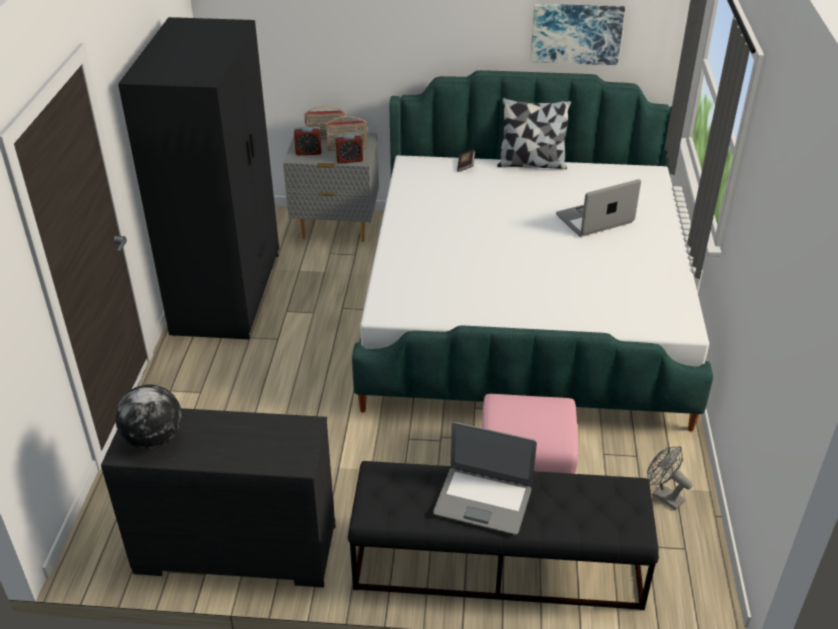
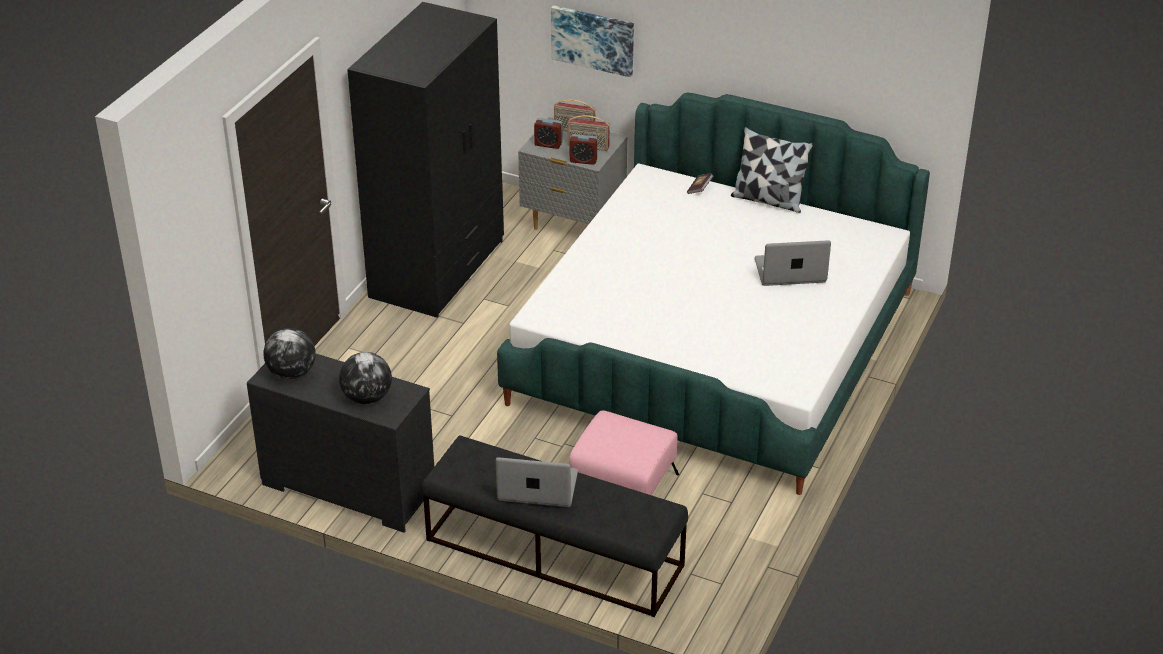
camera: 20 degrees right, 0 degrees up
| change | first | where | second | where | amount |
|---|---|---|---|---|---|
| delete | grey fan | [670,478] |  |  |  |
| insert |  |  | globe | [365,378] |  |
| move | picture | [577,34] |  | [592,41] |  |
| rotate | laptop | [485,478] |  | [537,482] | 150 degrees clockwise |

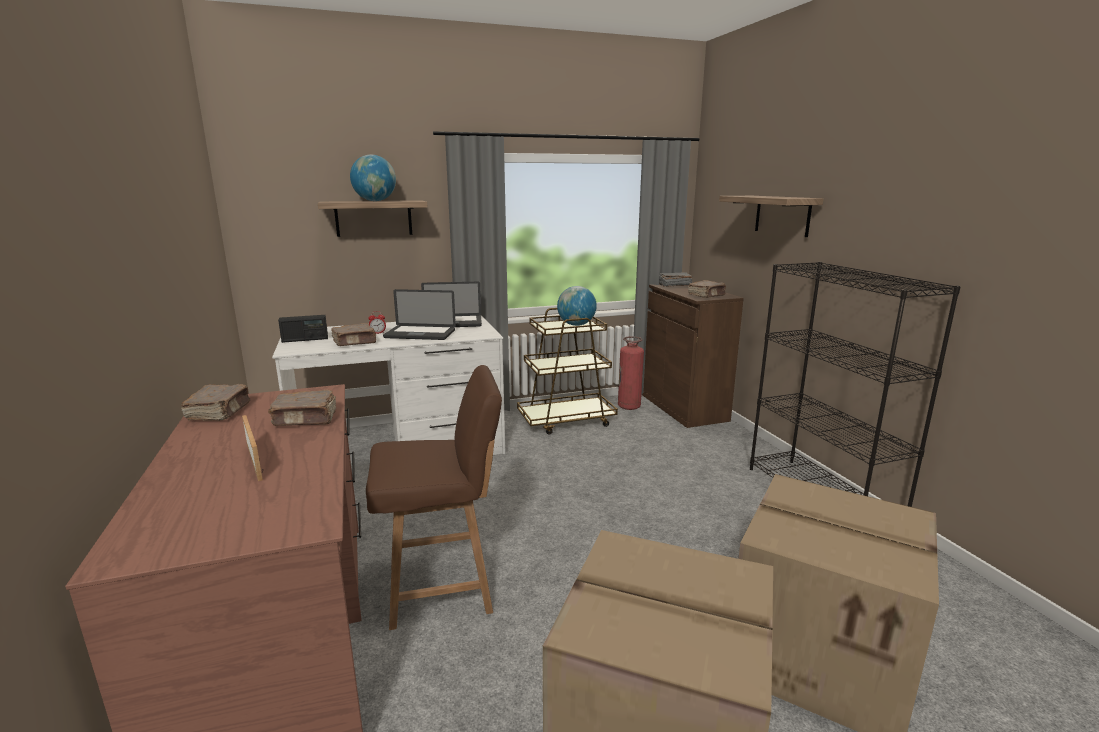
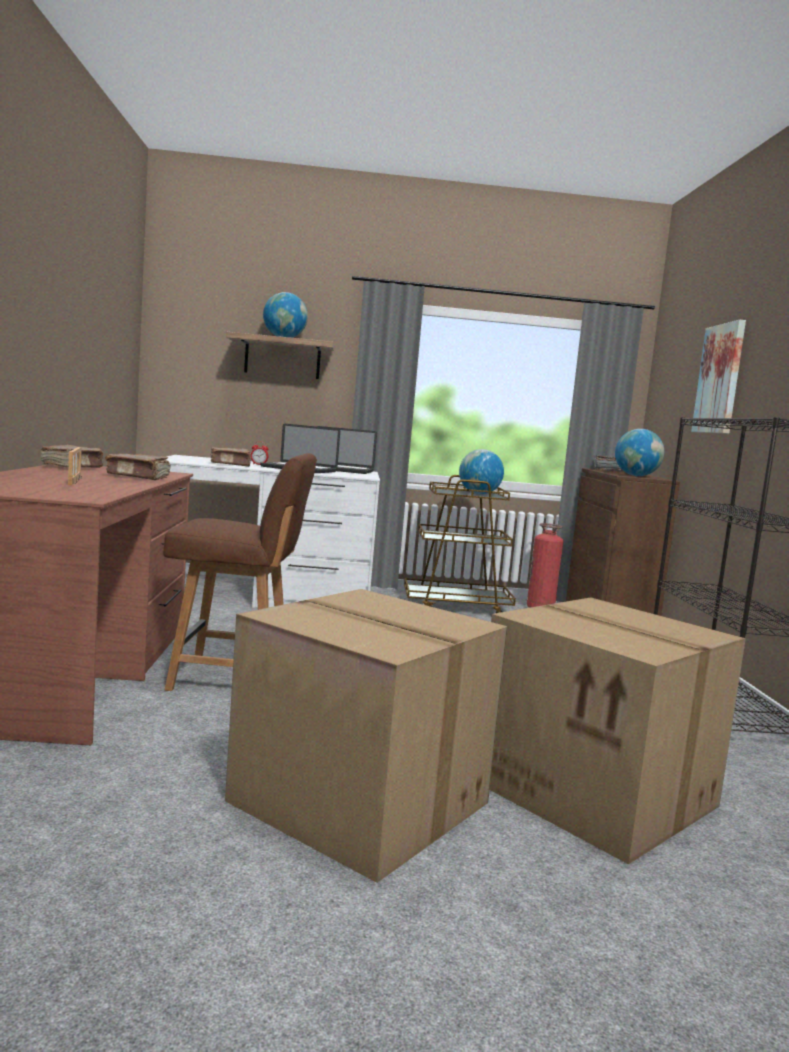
camera: 15 degrees right, 10 degrees down
| change | first | where | second | where | amount |
|---|---|---|---|---|---|
| delete | radio | [303,329] |  |  |  |
| replace | brown book | [707,289] | globe | [639,452] |  |
| replace | shelf | [771,216] | picture | [718,377] |  |

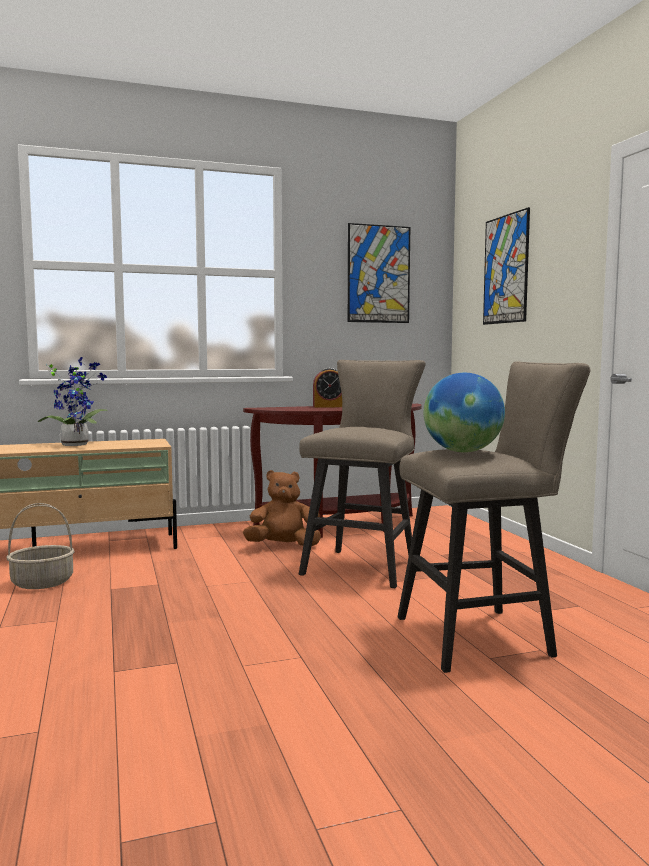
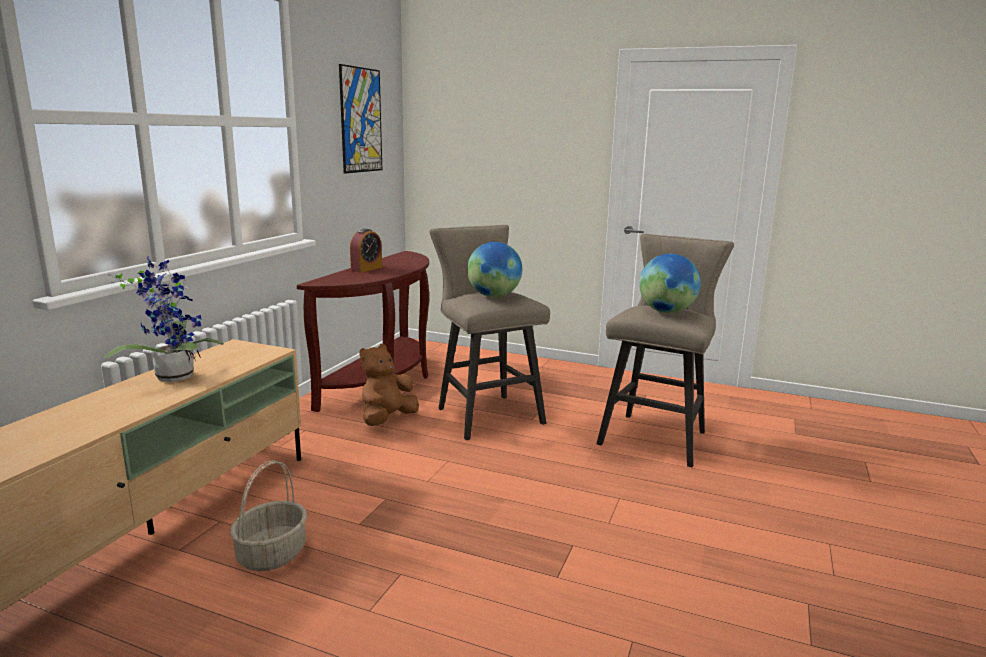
camera: 50 degrees left, 10 degrees up
| change | first | where | second | where | amount |
|---|---|---|---|---|---|
| delete | picture | [506,266] |  |  |  |
| insert |  |  | globe | [494,269] |  |

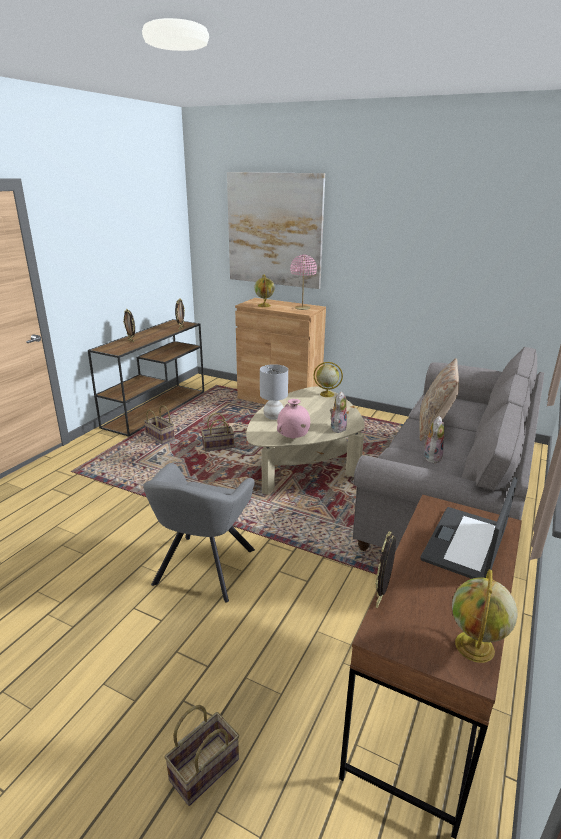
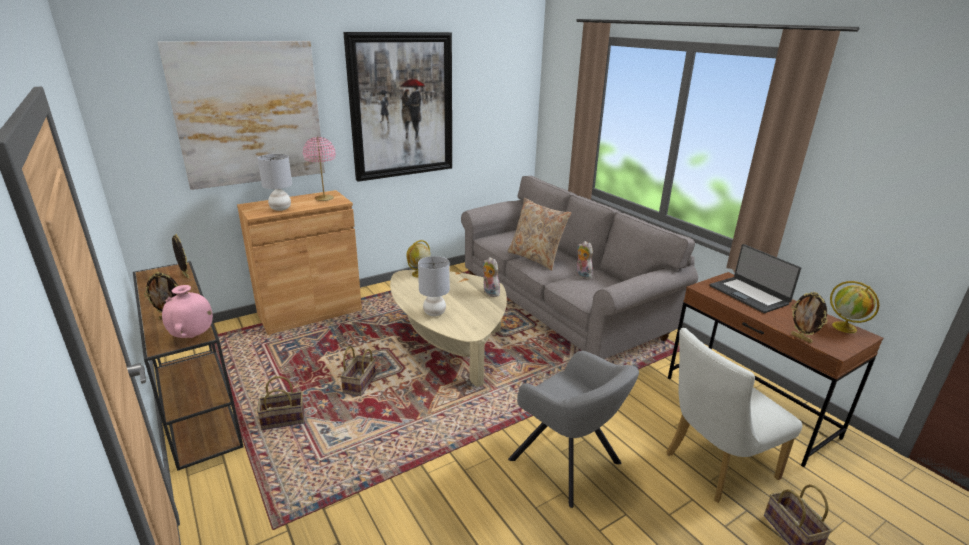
camera: 60 degrees left, 0 degrees up
| change | first | where | second | where | amount |
|---|---|---|---|---|---|
| insert |  |  | picture | [397,107] |  |
| insert |  |  | white chair | [734,415] |  |
| move | pink vase | [293,419] |  | [187,311] |  |
| replace | globe | [264,290] | grey table lamp | [275,182] |  |

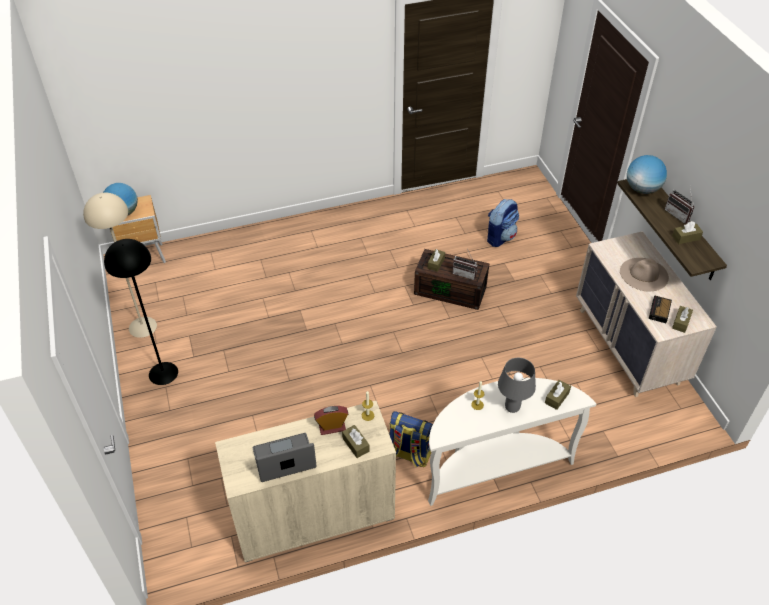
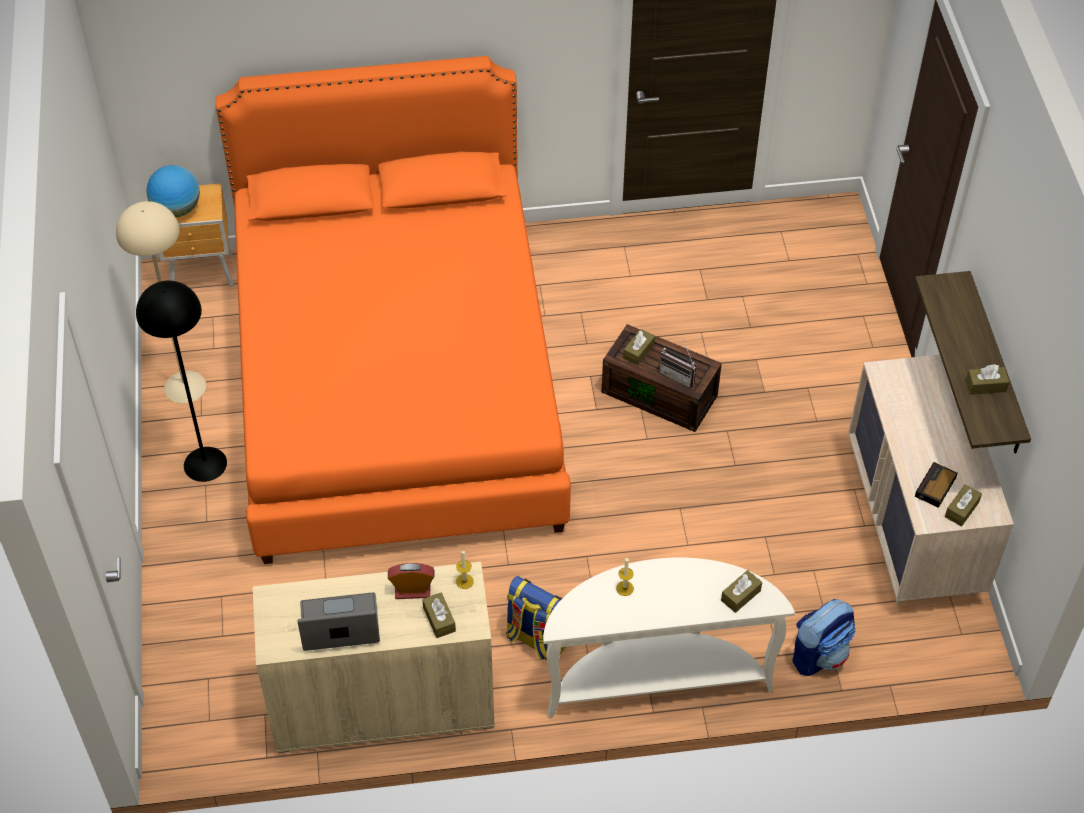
camera: 10 degrees right, 5 degrees up
| change | first | where | second | where | amount |
|---|---|---|---|---|---|
| delete | grey table lamp | [517,385] |  |  |  |
| delete | beige hat | [644,275] |  |  |  |
| delete | globe | [647,174] |  |  |  |
| delete | radio | [679,205] |  |  |  |
| insert |  |  | orange bed | [393,310] |  |
| move | backpack | [503,223] |  | [823,637] |  |

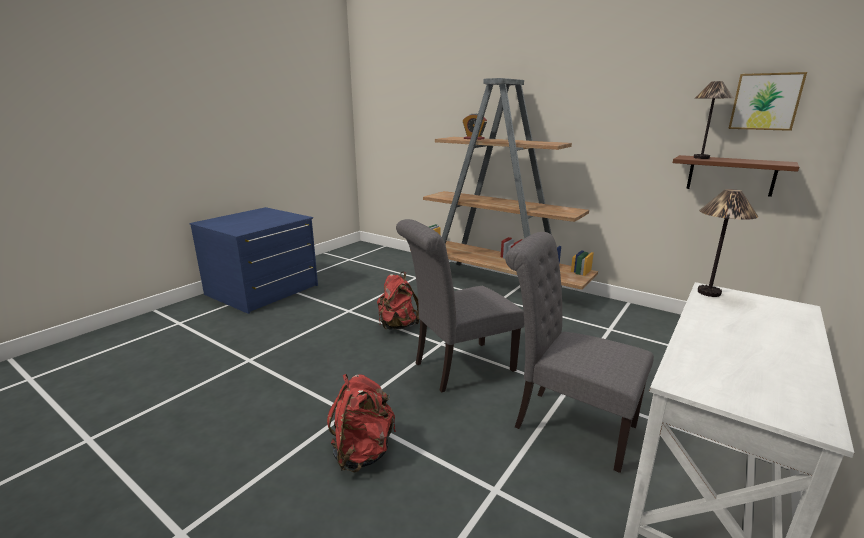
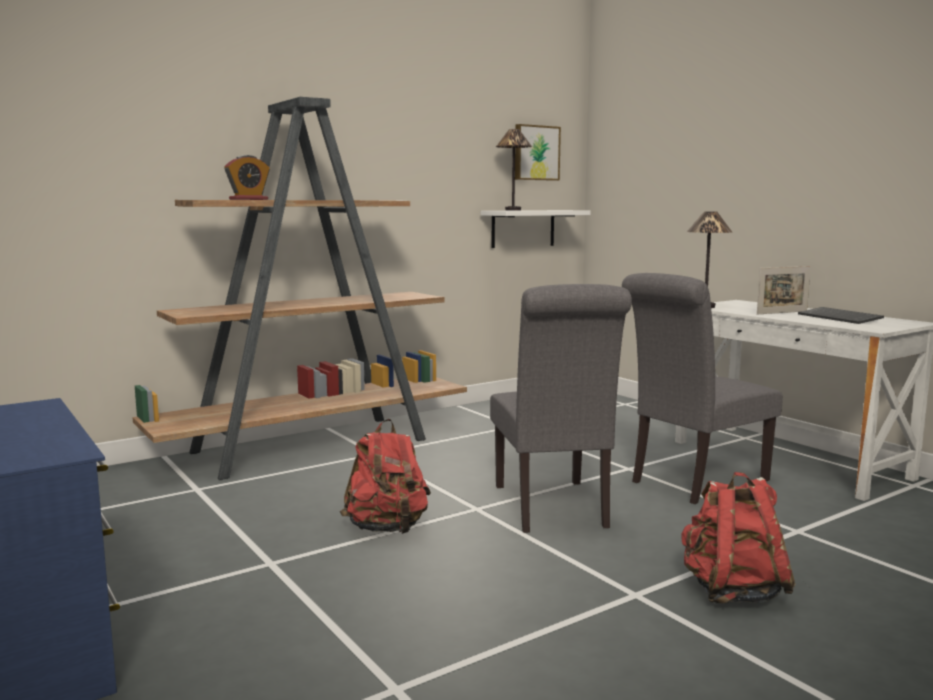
camera: 70 degrees left, 10 degrees down
| change | first | where | second | where | amount |
|---|---|---|---|---|---|
| insert |  |  | picture frame | [784,290] |  |
| insert |  |  | keyboard | [841,315] |  |
| recolor | brown shelf | [736,176] | white shelf | [536,229] |  |

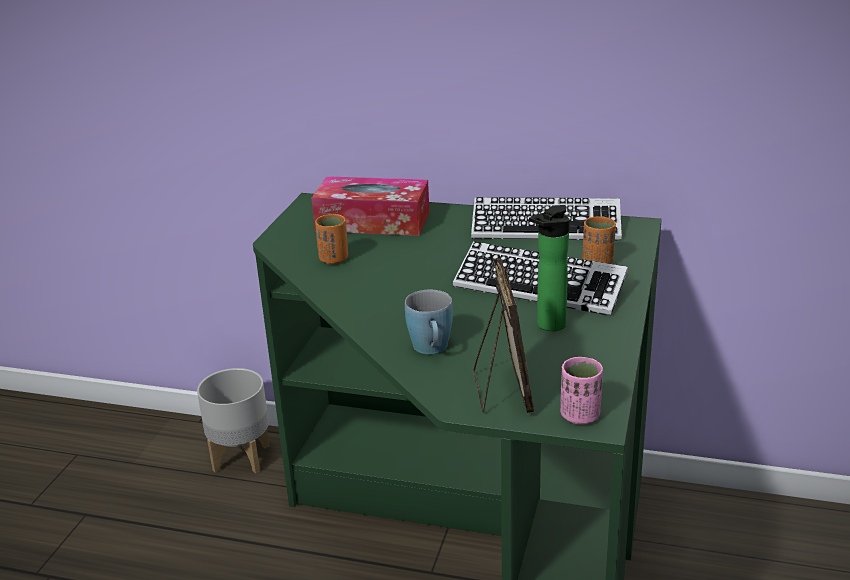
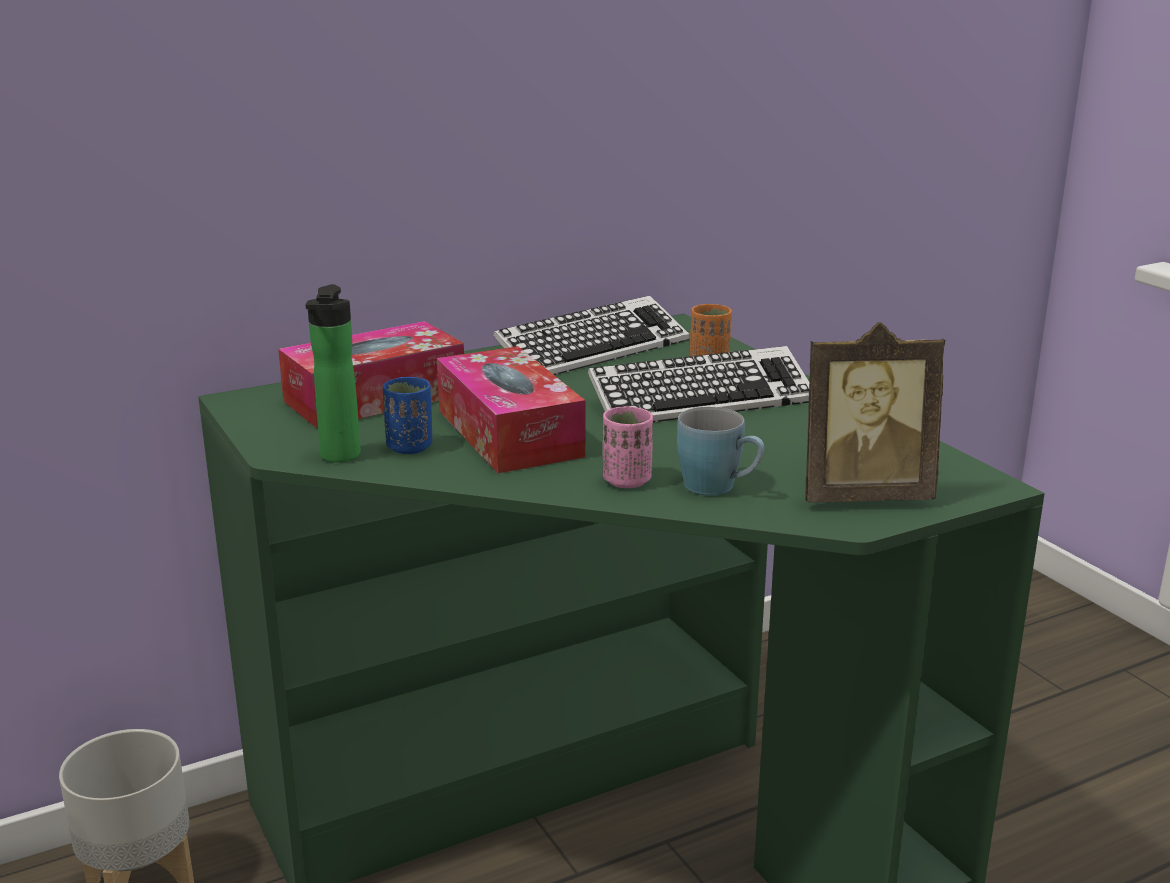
camera: 45 degrees left, 5 degrees down
| change | first | where | second | where | amount |
|---|---|---|---|---|---|
| insert |  |  | tissue box | [511,409] |  |
| move | bottle | [549,268] |  | [333,373] |  |
| move | pink cup | [581,390] |  | [628,447] |  |
| recolor | orange cup | [331,239] | blue cup | [407,415] |  |
| rotate | picture frame | [504,335] |  | [875,412] | 135 degrees clockwise |

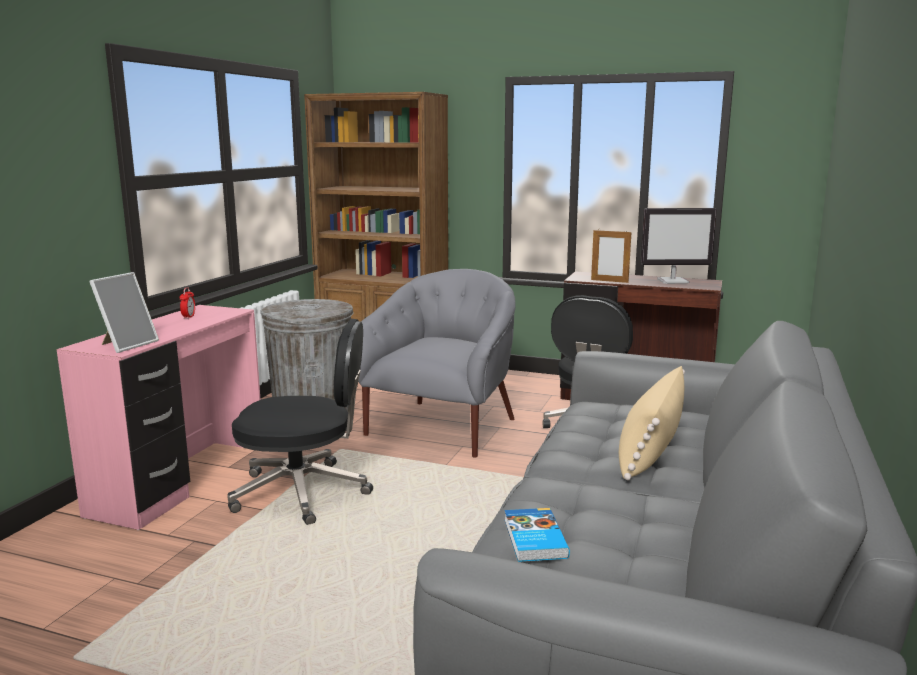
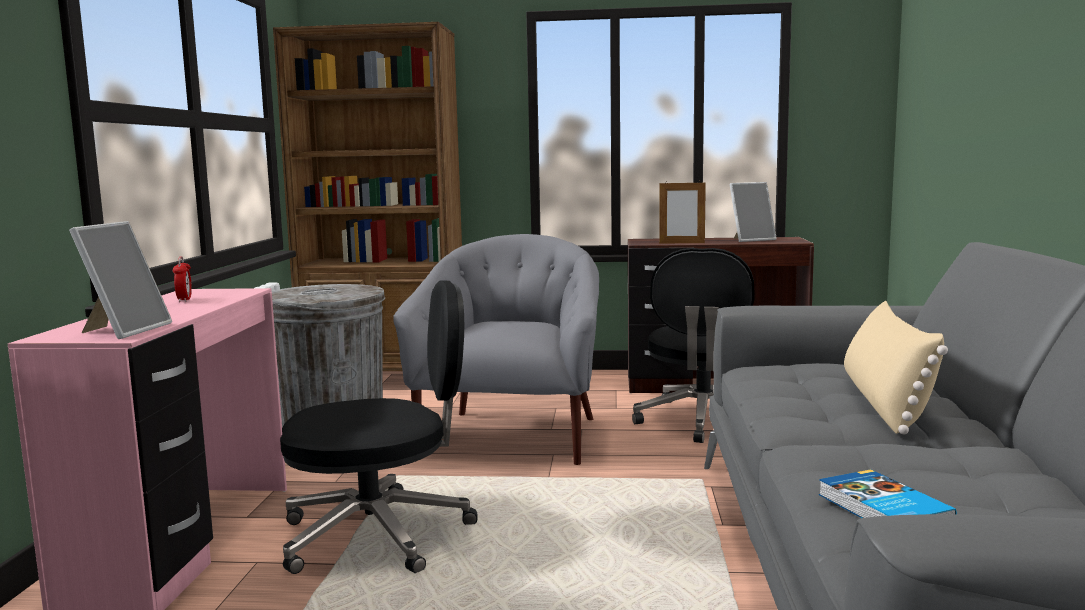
camera: 15 degrees left, 5 degrees down
| change | first | where | second | where | amount |
|---|---|---|---|---|---|
| replace | monitor | [679,246] | picture frame | [753,212] |  |

